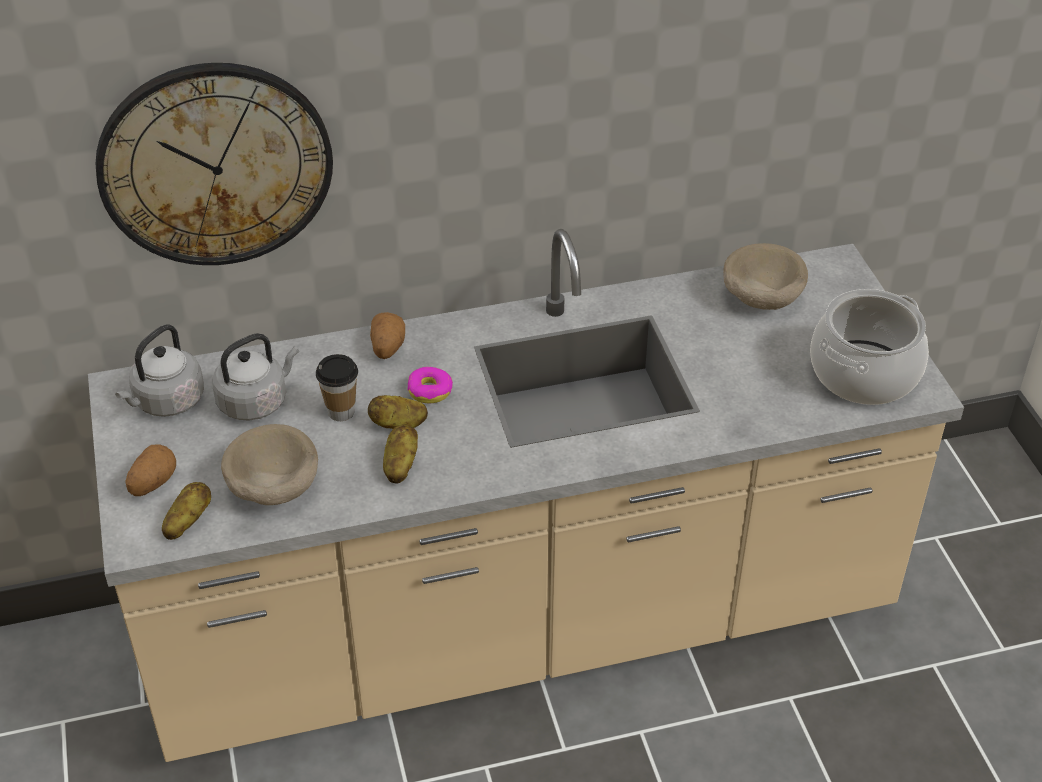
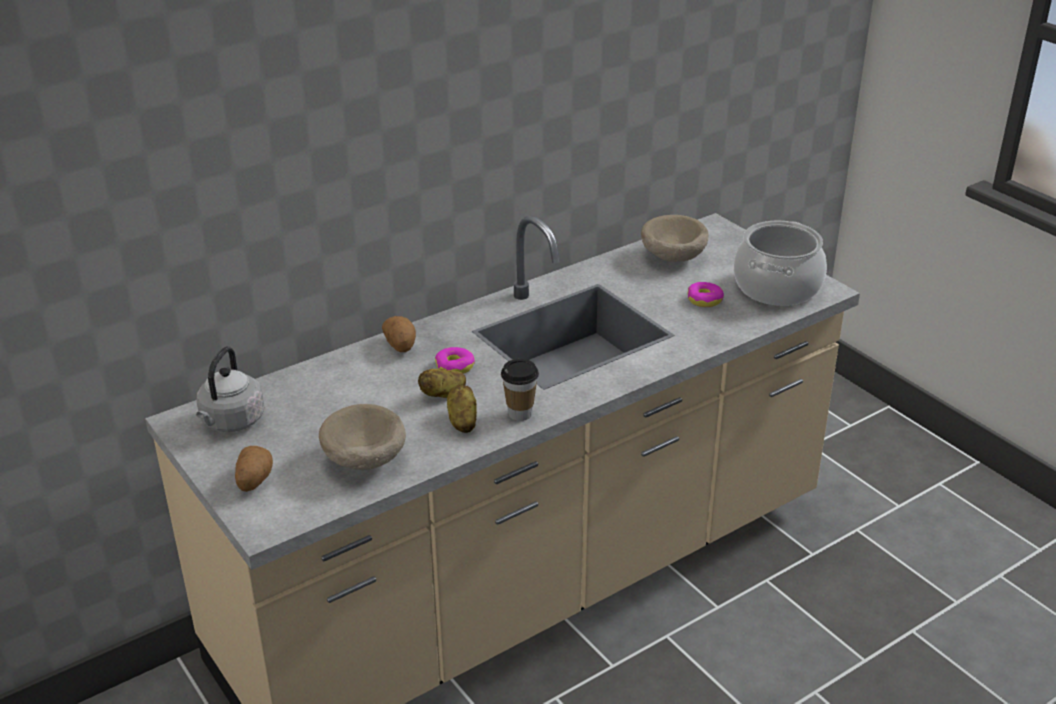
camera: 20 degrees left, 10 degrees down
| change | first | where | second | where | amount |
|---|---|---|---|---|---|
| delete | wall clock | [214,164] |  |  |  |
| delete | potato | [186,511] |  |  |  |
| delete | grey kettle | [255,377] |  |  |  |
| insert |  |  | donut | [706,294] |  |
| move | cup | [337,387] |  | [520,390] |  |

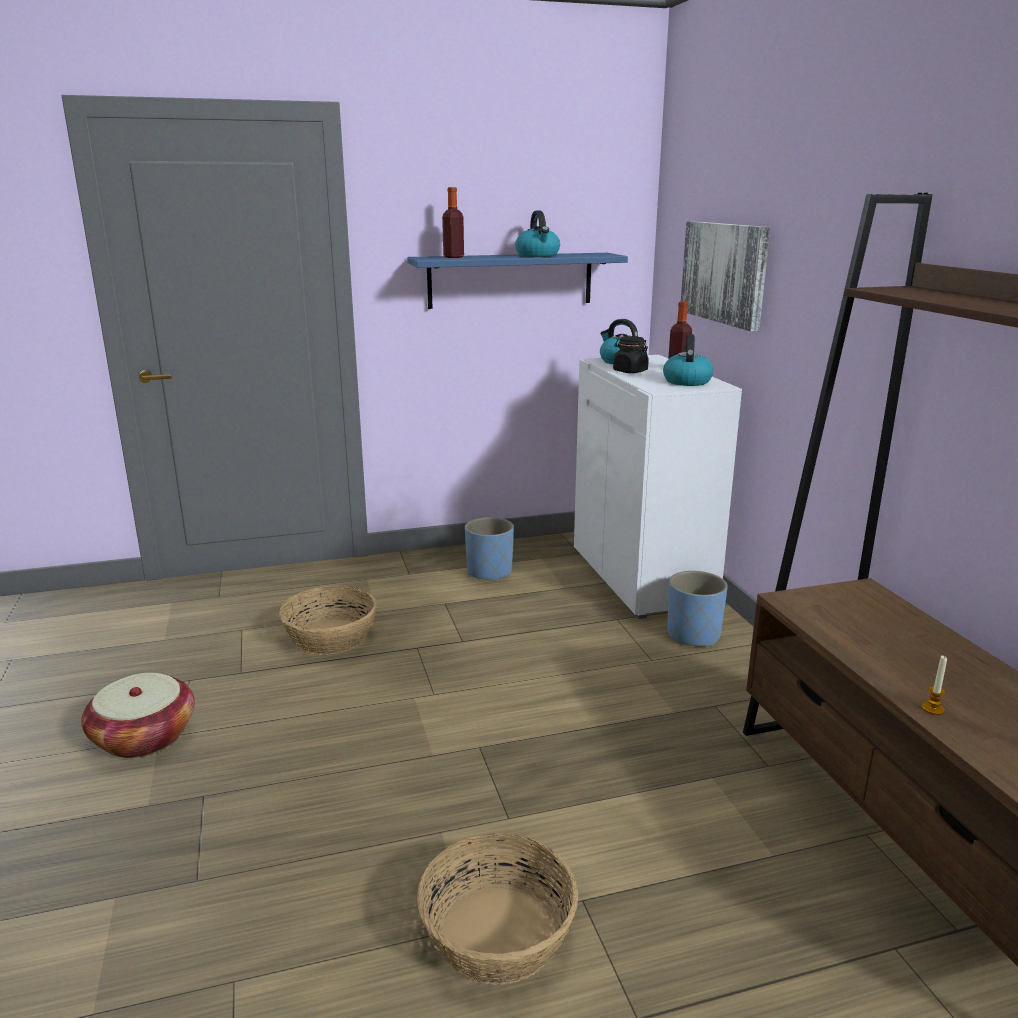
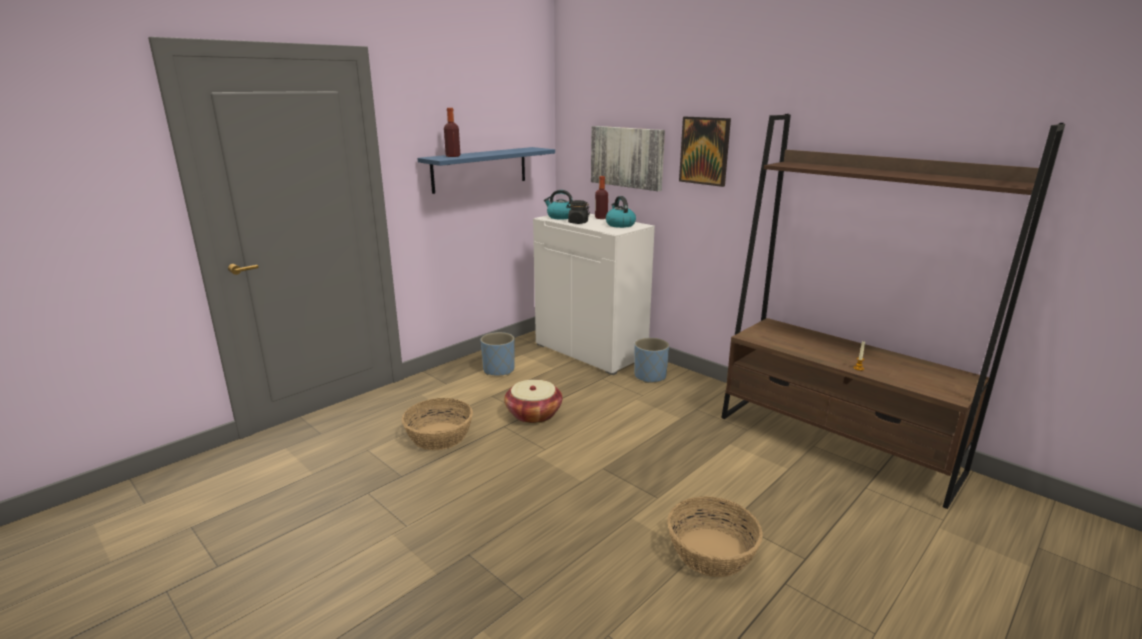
camera: 30 degrees left, 0 degrees up
| change | first | where | second | where | amount |
|---|---|---|---|---|---|
| delete | kettle | [537,233] |  |  |  |
| insert |  |  | picture | [705,152] |  |
| move | basket | [138,715] |  | [533,402] |  |

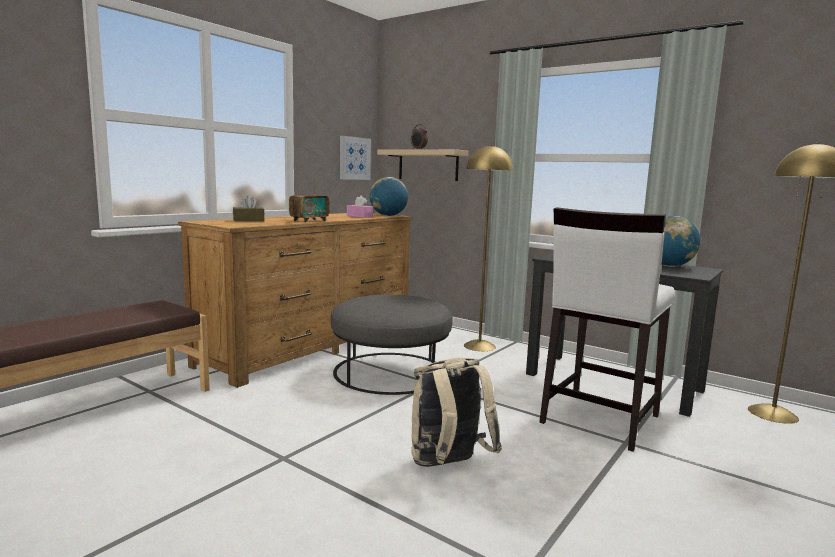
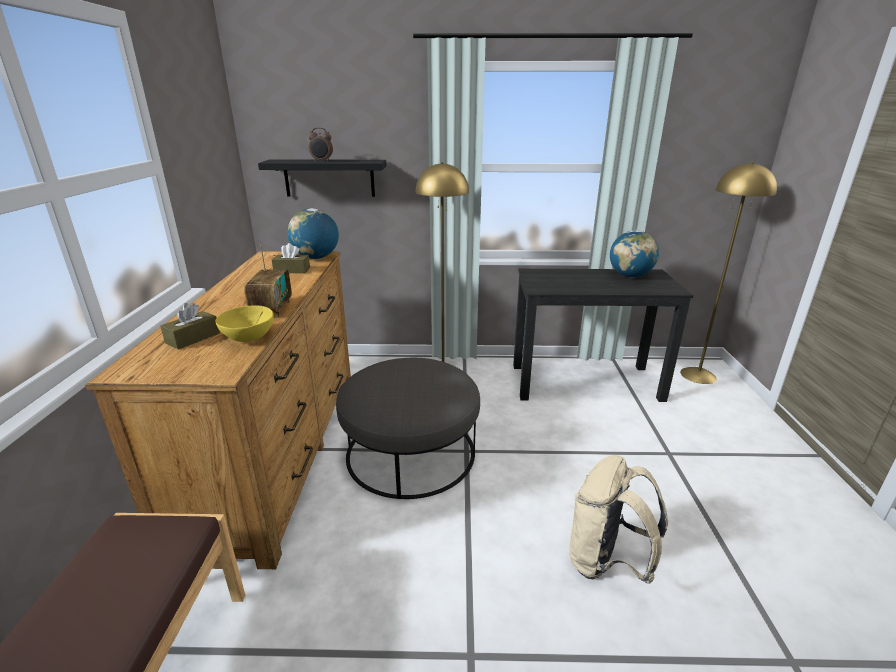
camera: 35 degrees left, 15 degrees up
| change | first | where | second | where | amount |
|---|---|---|---|---|---|
| delete | picture | [355,158] |  |  |  |
| delete | white stool | [607,329] |  |  |  |
| insert |  |  | yellow bowl | [245,324] |  |
| recolor | pink tissue box | [360,206] | brown tissue box | [291,258] |  |
| recolor | beige shelf | [423,165] | black shelf | [322,178] |  |

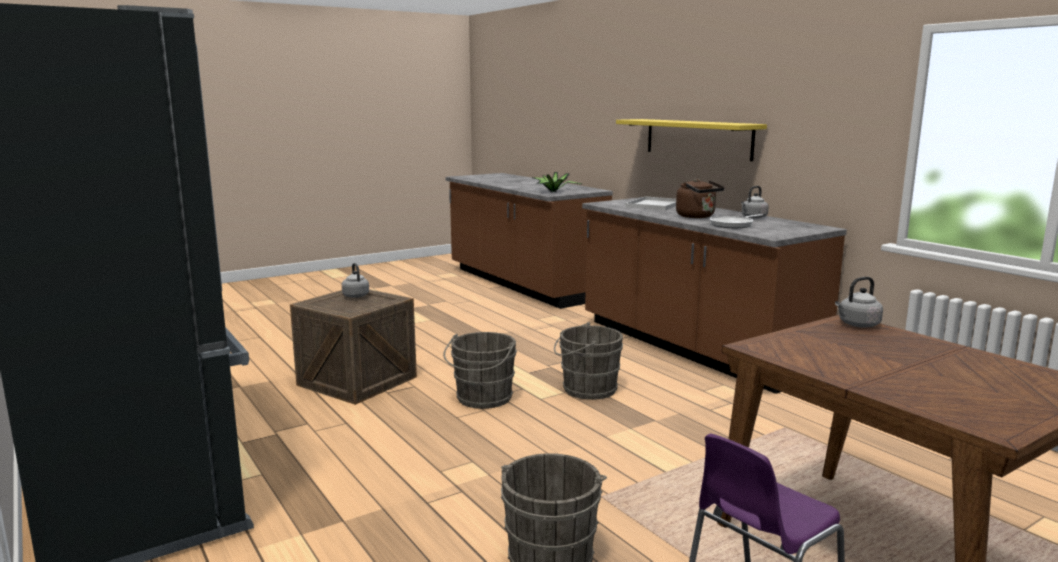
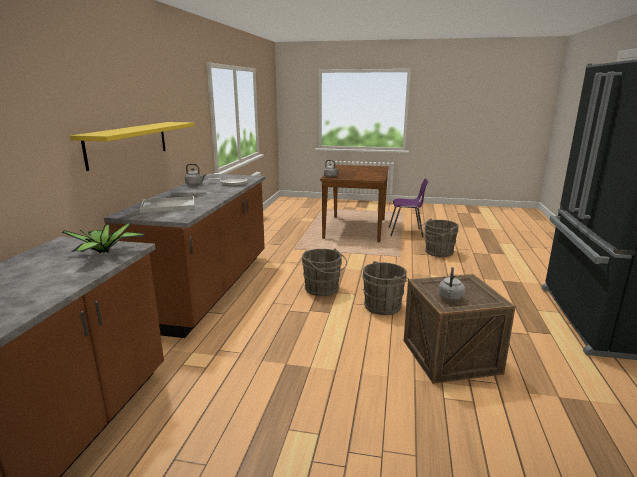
camera: 135 degrees left, 5 degrees up
| change | first | where | second | where | amount |
|---|---|---|---|---|---|
| delete | brown kettle | [700,198] |  |  |  |

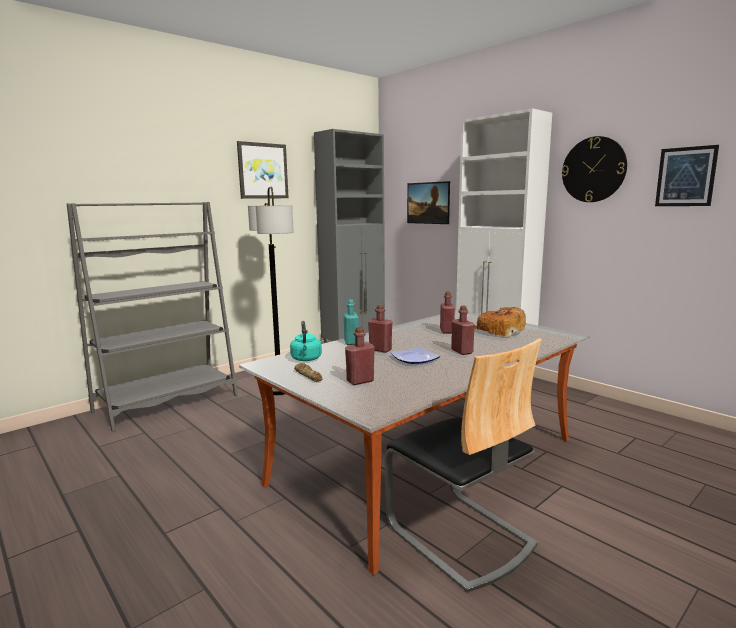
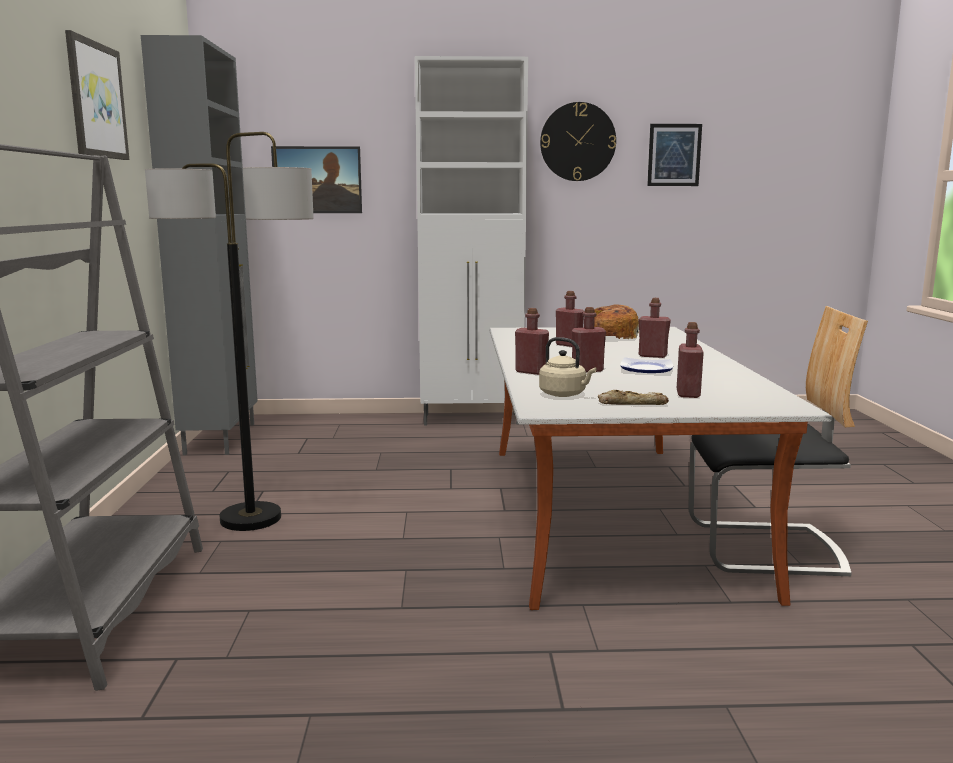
camera: 50 degrees left, 0 degrees up
| change | first | where | second | where | amount |
|---|---|---|---|---|---|
| recolor | turquoise kettle | [306,341] | beige kettle | [567,367] |  |
| recolor | turquoise bottle | [351,322] | red bottle | [532,341] |  |

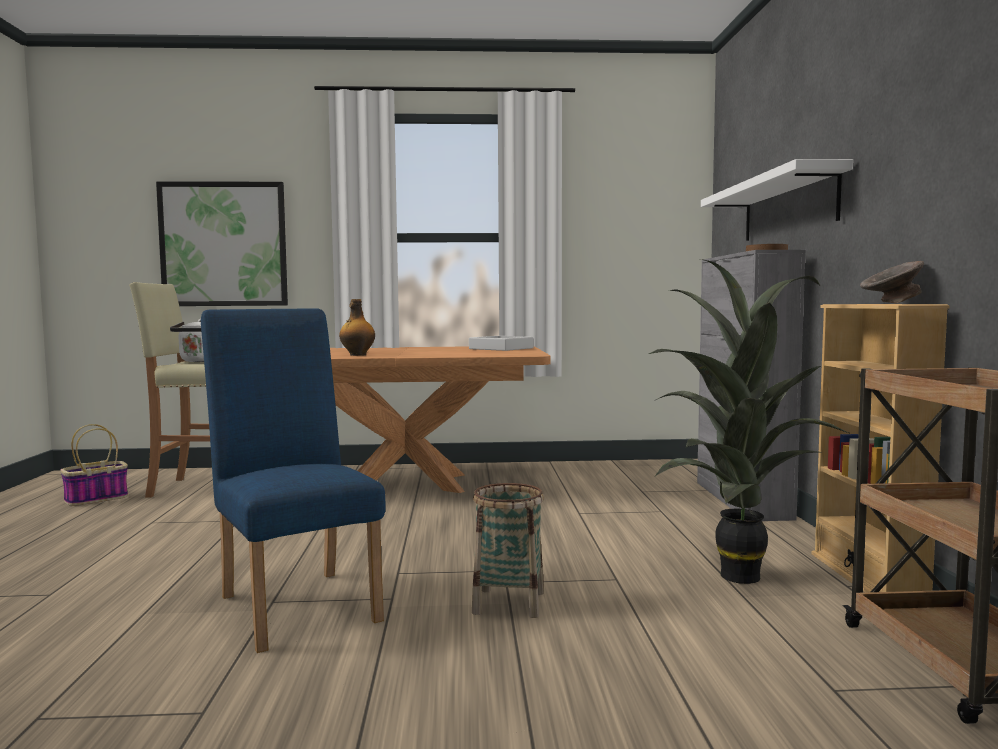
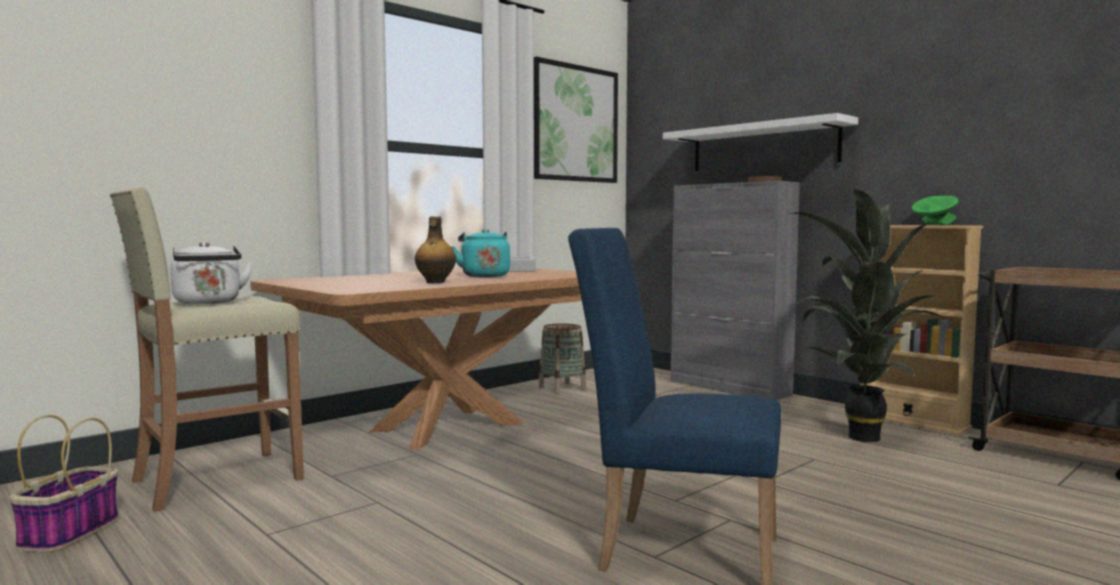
camera: 40 degrees left, 0 degrees up
| change | first | where | second | where | amount |
|---|---|---|---|---|---|
| insert |  |  | turquoise kettle | [480,253] |  |
| move | picture | [222,243] |  | [576,119] |  |
| move | basket | [508,550] |  | [562,359] |  |
| recolor | grey bowl | [892,282] | green bowl | [935,210] |  |

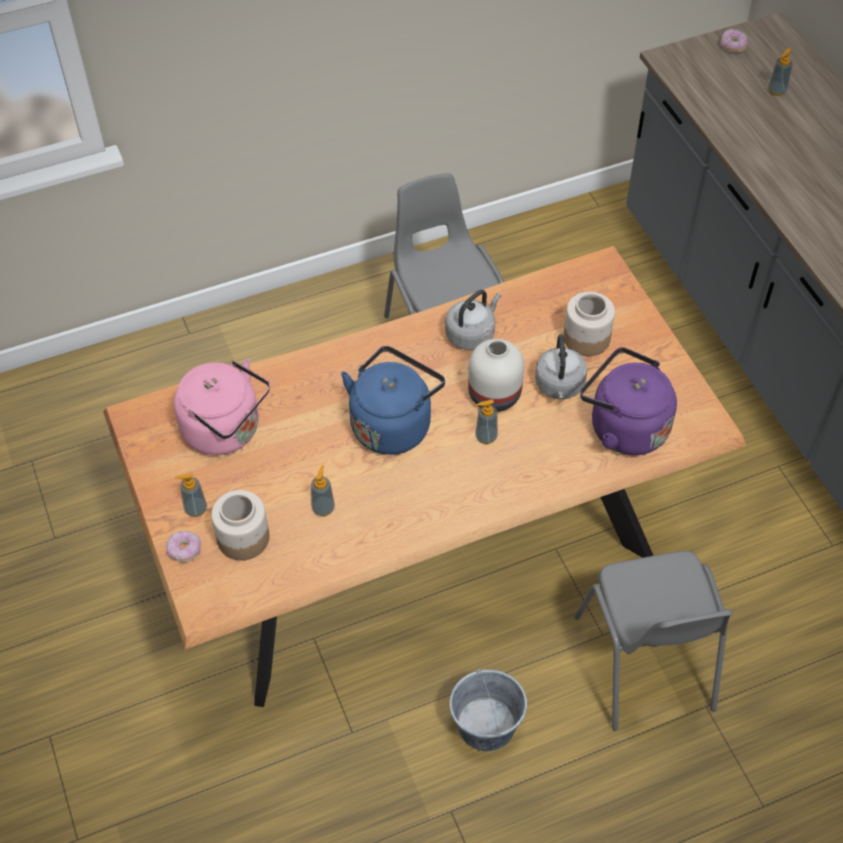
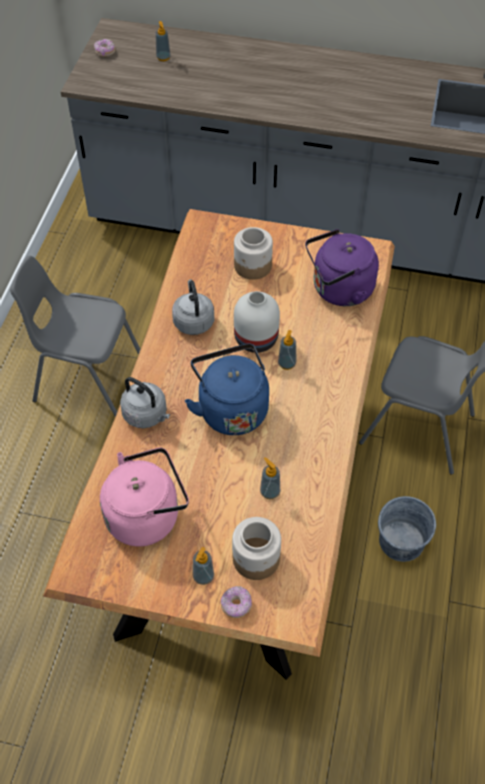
camera: 55 degrees left, 0 degrees up
| change | first | where | second | where | amount |
|---|---|---|---|---|---|
| move | grey kettle | [561,366] |  | [145,402] |  |

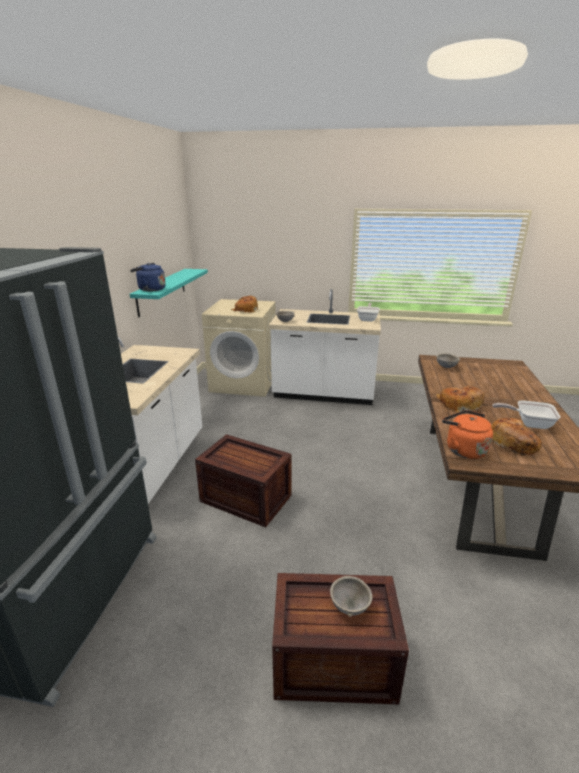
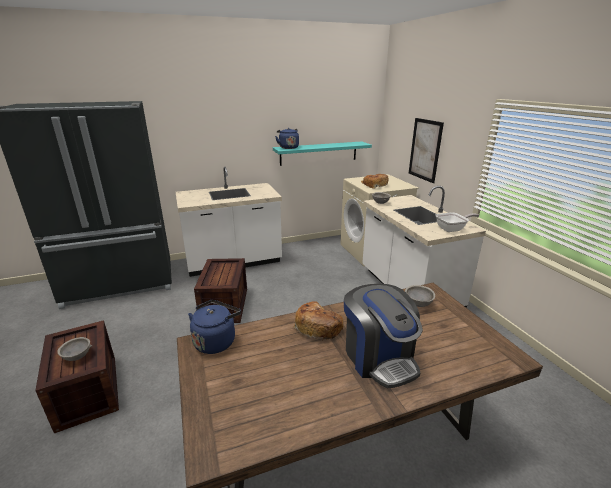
camera: 60 degrees right, 0 degrees up
| change | first | where | second | where | amount |
|---|---|---|---|---|---|
| delete | bread | [516,436] |  |  |  |
| delete | frying pan | [526,414] |  |  |  |
| insert |  |  | coffee machine | [383,336] |  |
| insert |  |  | picture | [426,150] |  |
| recolor | orange kettle | [467,434] | blue kettle | [214,327] |  |

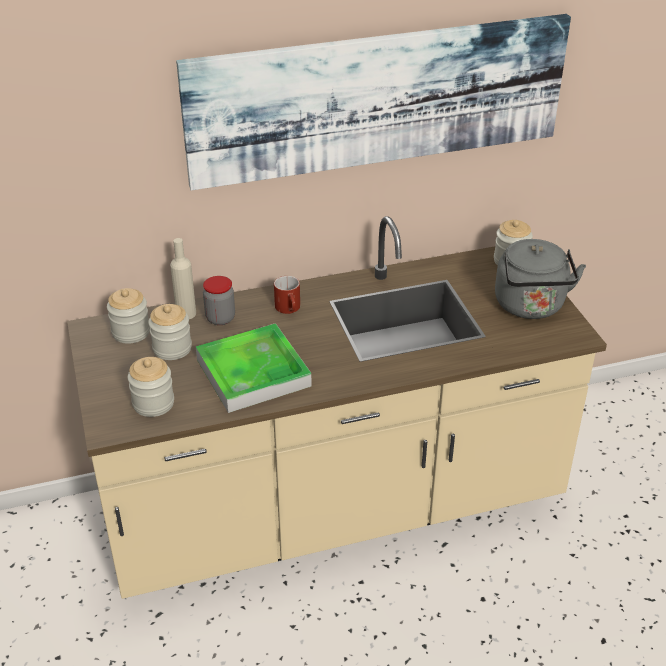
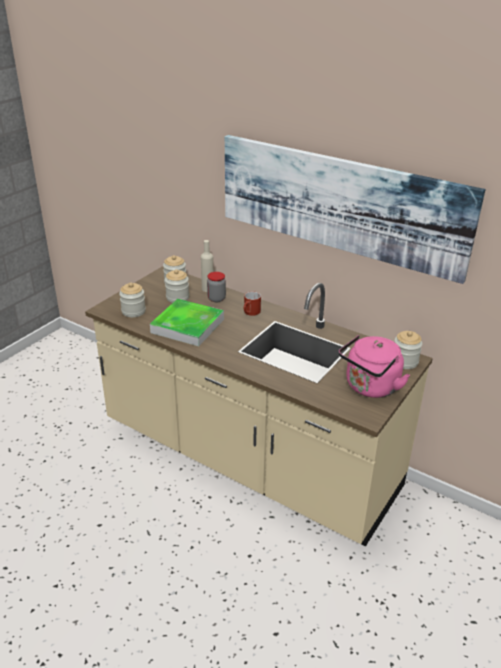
camera: 50 degrees right, 5 degrees down
| change | first | where | second | where | amount |
|---|---|---|---|---|---|
| recolor | grey kettle | [540,279] | pink kettle | [374,366] |  |

